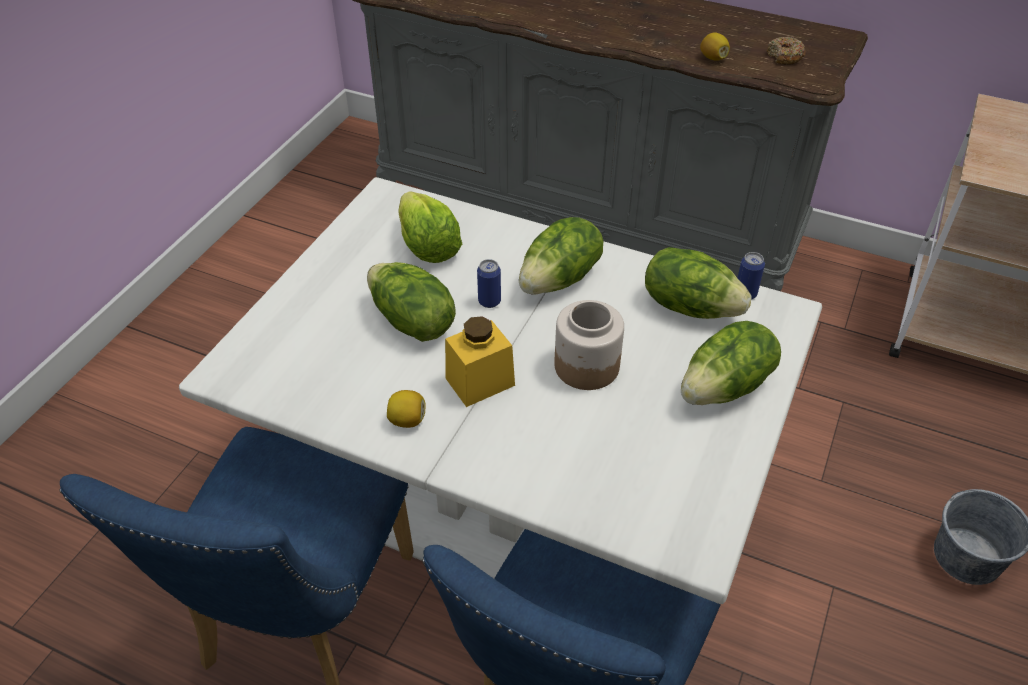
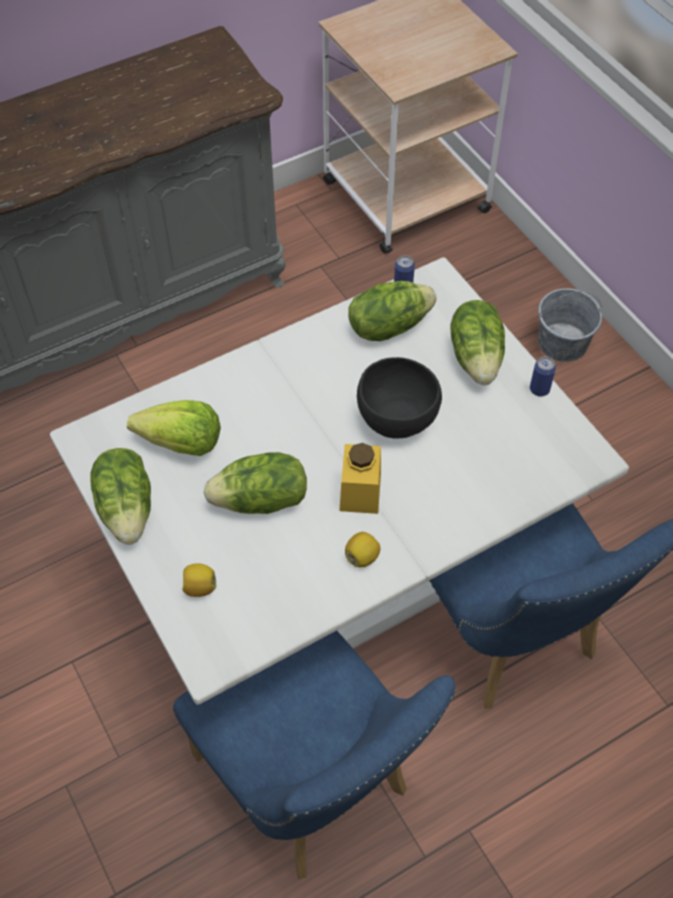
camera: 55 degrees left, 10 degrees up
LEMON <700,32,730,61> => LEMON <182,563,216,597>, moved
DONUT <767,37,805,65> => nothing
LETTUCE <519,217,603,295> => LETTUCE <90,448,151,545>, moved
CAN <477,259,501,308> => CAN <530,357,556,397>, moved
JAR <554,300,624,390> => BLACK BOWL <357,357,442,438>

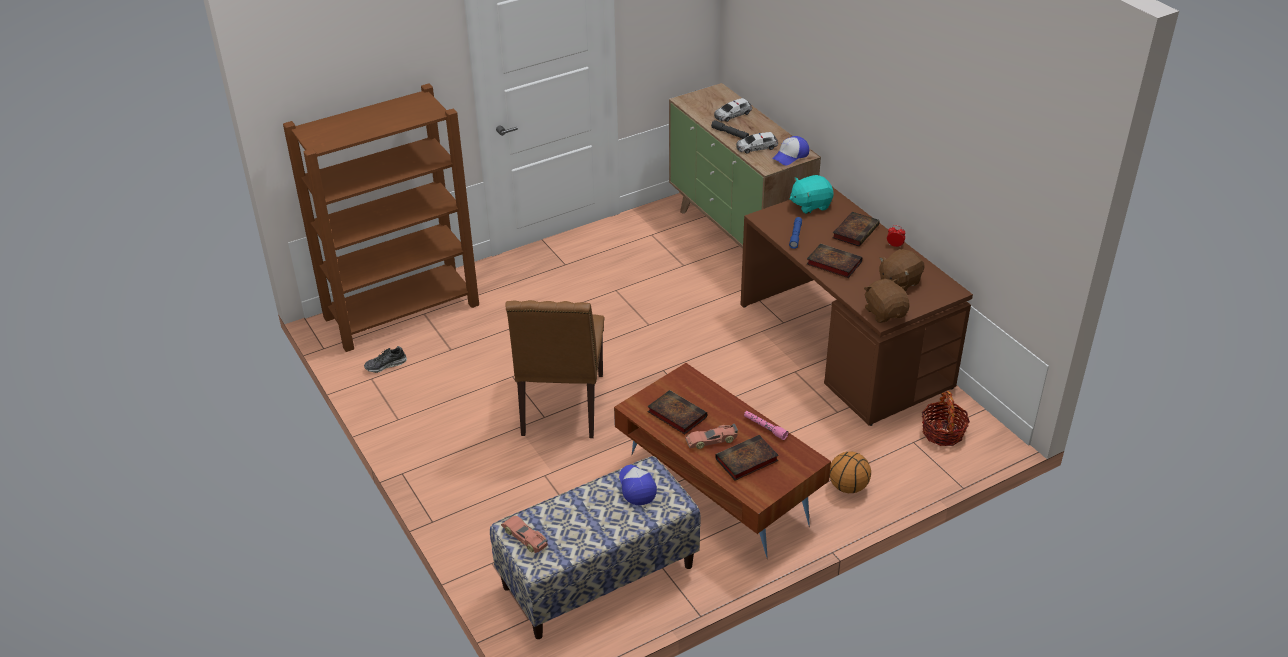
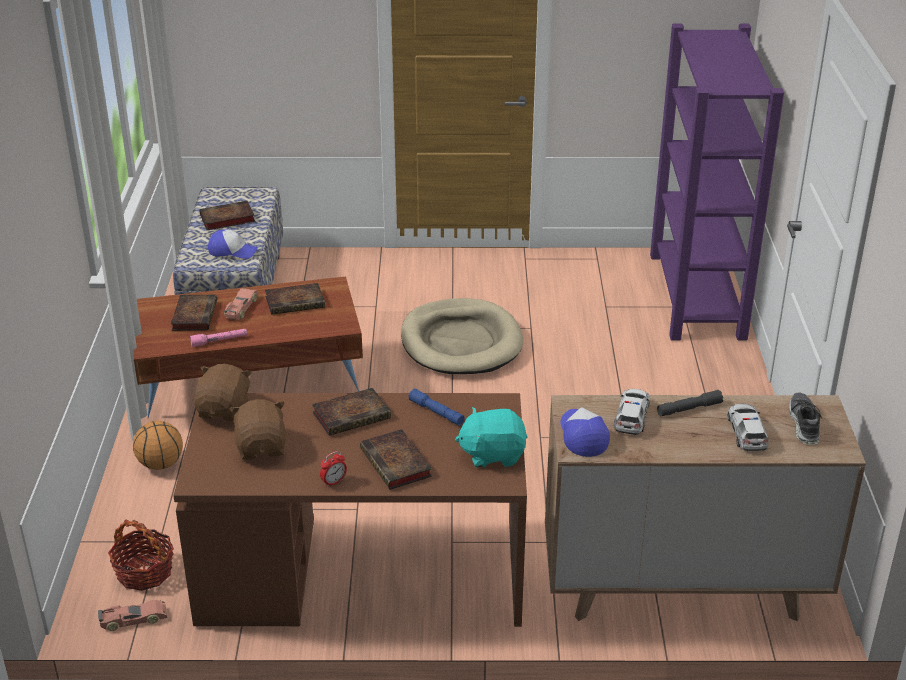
camera: 120 degrees right, 5 degrees down
BROWN BOOKCASE <283,84,479,352> => PURPLE BOOKCASE <650,24,784,340>
TURQUOISE PLUSH TOY <790,175,834,214> => TURQUOISE PLUSH TOY <455,407,528,468>, 105 degrees counterclockwise
BROWN PLUSH TOY <864,279,910,323> => BROWN PLUSH TOY <194,364,252,421>, 90 degrees counterclockwise
BROWN CHAIR <505,300,604,438> => BEIGE DOG BED <401,298,523,374>
SHOE <364,346,407,373> => SHOE <790,392,822,445>, moved
TOY CAR <501,515,548,553> => TOY CAR <98,600,167,631>, moved
nothing => BOOK <199,201,255,230>

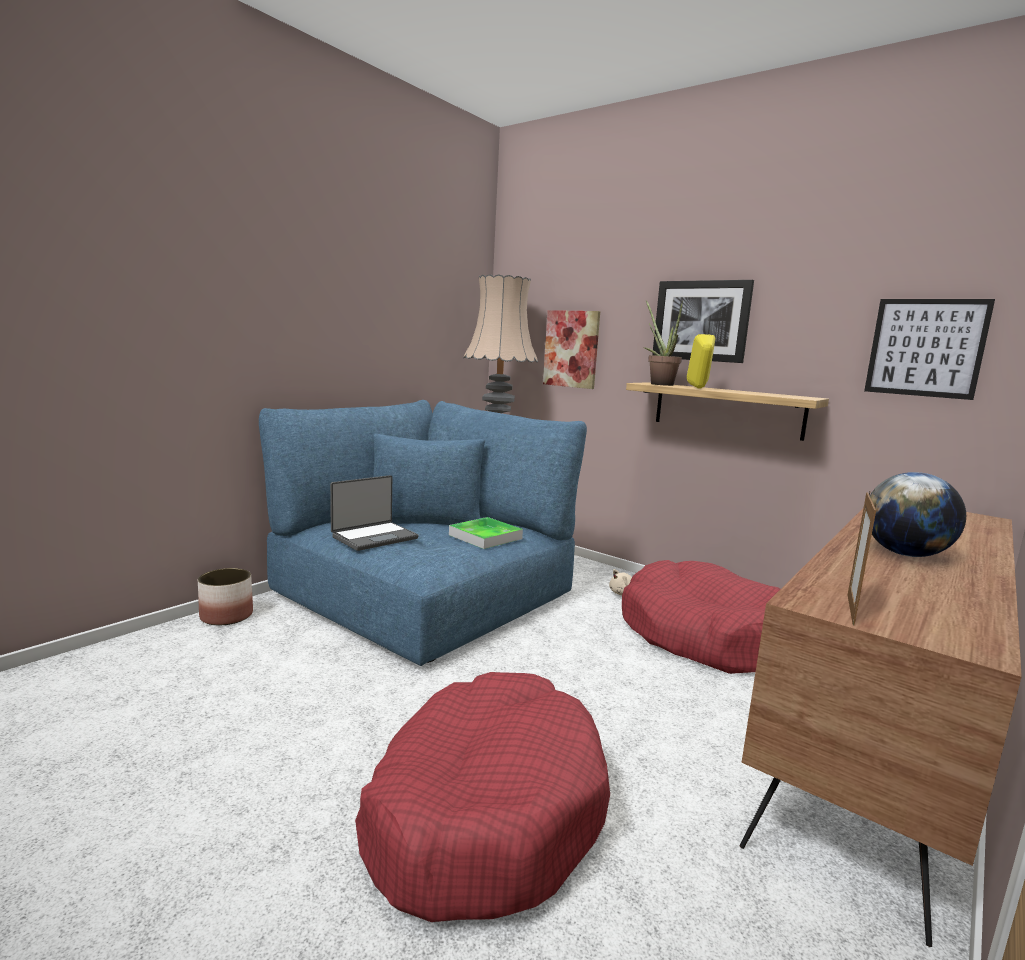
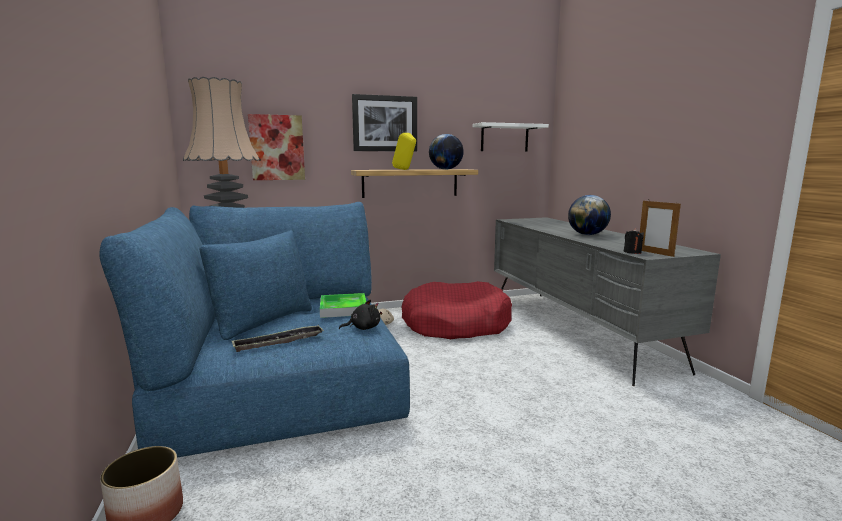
camera: 55 degrees left, 0 degrees up
PICTURE <864,299,995,400> => WHITE SHELF <473,122,549,152>
POTTED PLANT <643,300,683,386> => nothing
LAPTOP <330,475,419,551> => TRAY <232,325,324,352>
BROWN TV STAND <740,509,1022,947> => GREY TV STAND <494,217,721,386>
RED DOG BED <355,672,610,922> => nothing
nothing => GLOBE <429,134,464,170>
nothing => BLACK CANDLE <624,228,644,254>
nothing => BLACK PLUSH TOY <339,300,380,330>

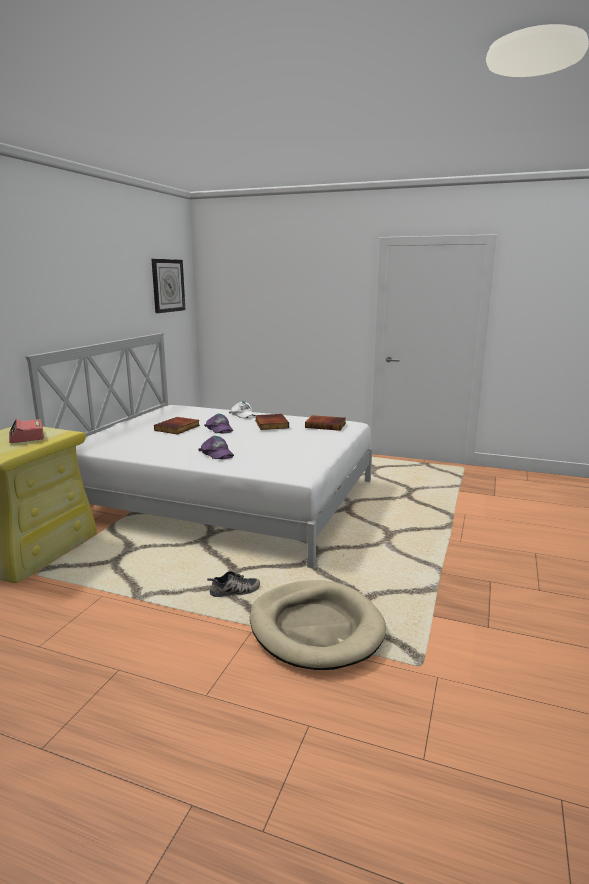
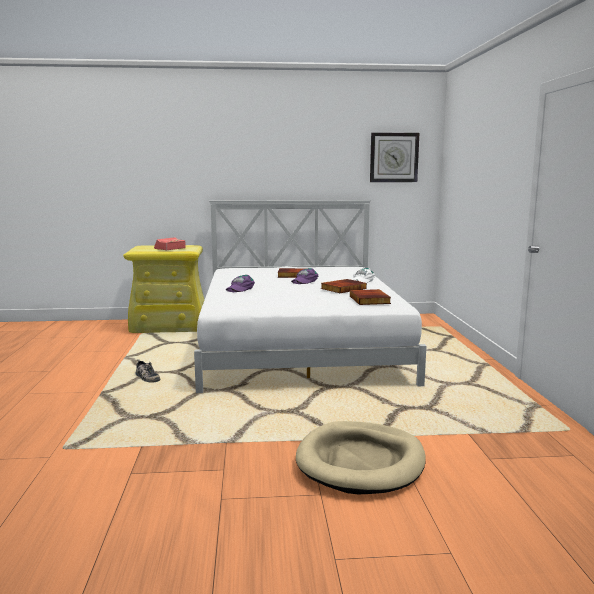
camera: 65 degrees right, 5 degrees down
BEIGE DOG BED <250,580,386,670> => BEIGE DOG BED <296,421,426,494>, moved

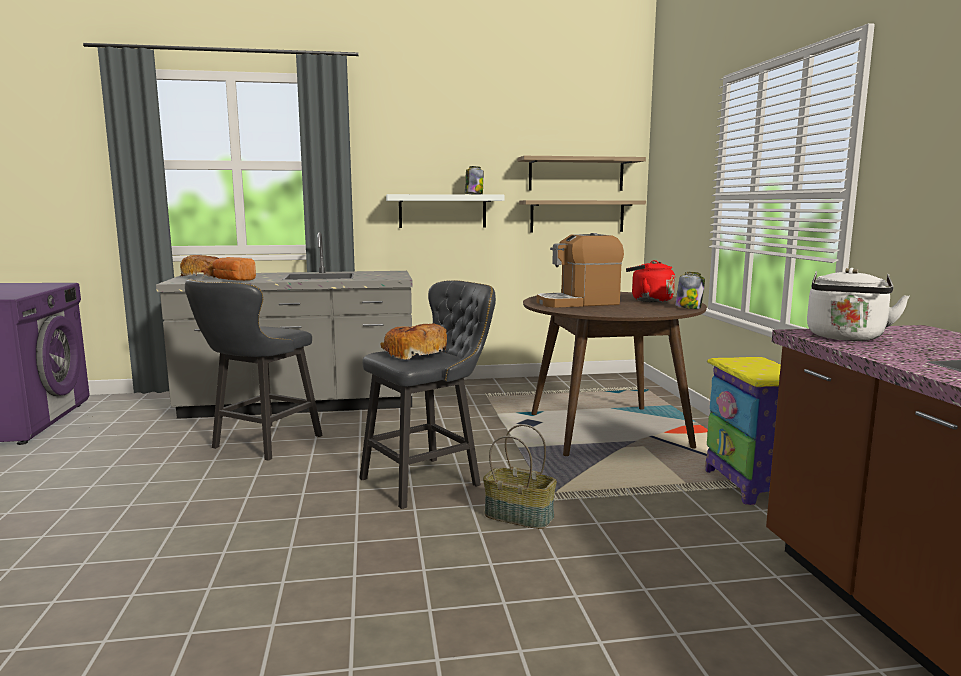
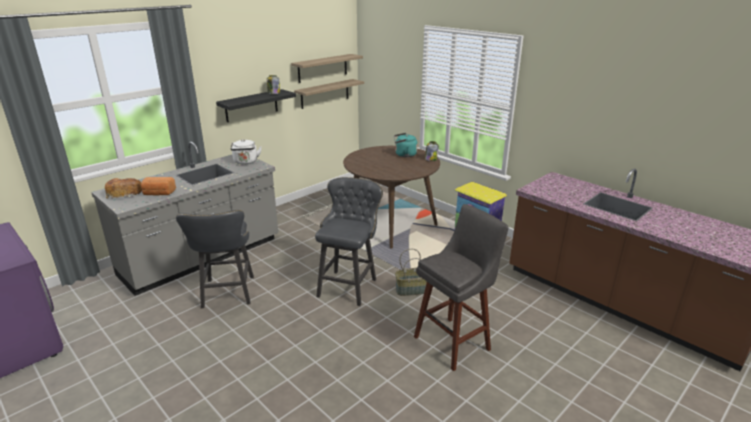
camera: 35 degrees left, 15 degrees up
WHITE SHELF <386,194,504,228> => BLACK SHELF <216,89,296,122>
COFFEE MACHINE <537,233,624,308> => nothing
RED KETTLE <626,260,675,302> => TURQUOISE KETTLE <394,133,418,157>
WHITE KETTLE <807,268,910,341> => WHITE KETTLE <230,139,262,165>, moved
BREAD <380,323,447,359> => nothing
nothing => GREY STOOL <414,204,508,371>

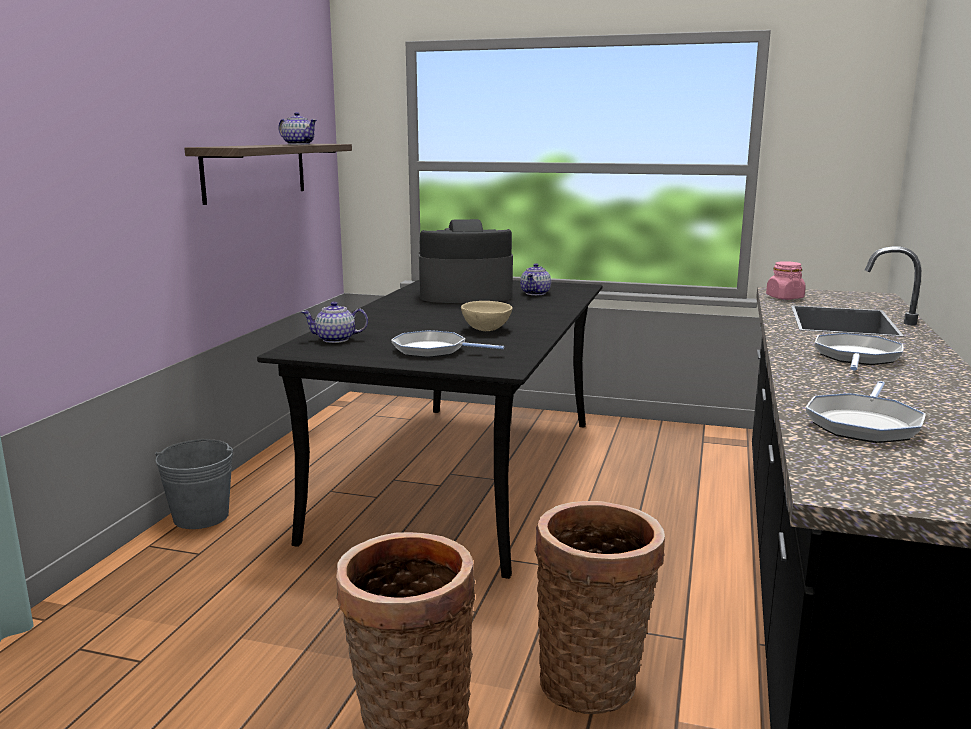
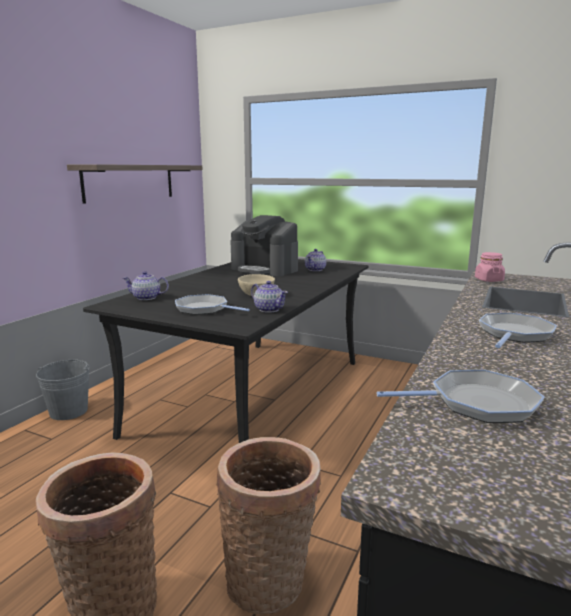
camera: 10 degrees right, 0 degrees up
TEAPOT <278,112,317,145> => TEAPOT <251,281,288,313>, moved
COFFEE MACHINE <419,219,513,303> => COFFEE MACHINE <230,215,298,276>, 150 degrees counterclockwise
FRYING PAN <806,381,926,443> => FRYING PAN <376,370,545,423>, 135 degrees counterclockwise

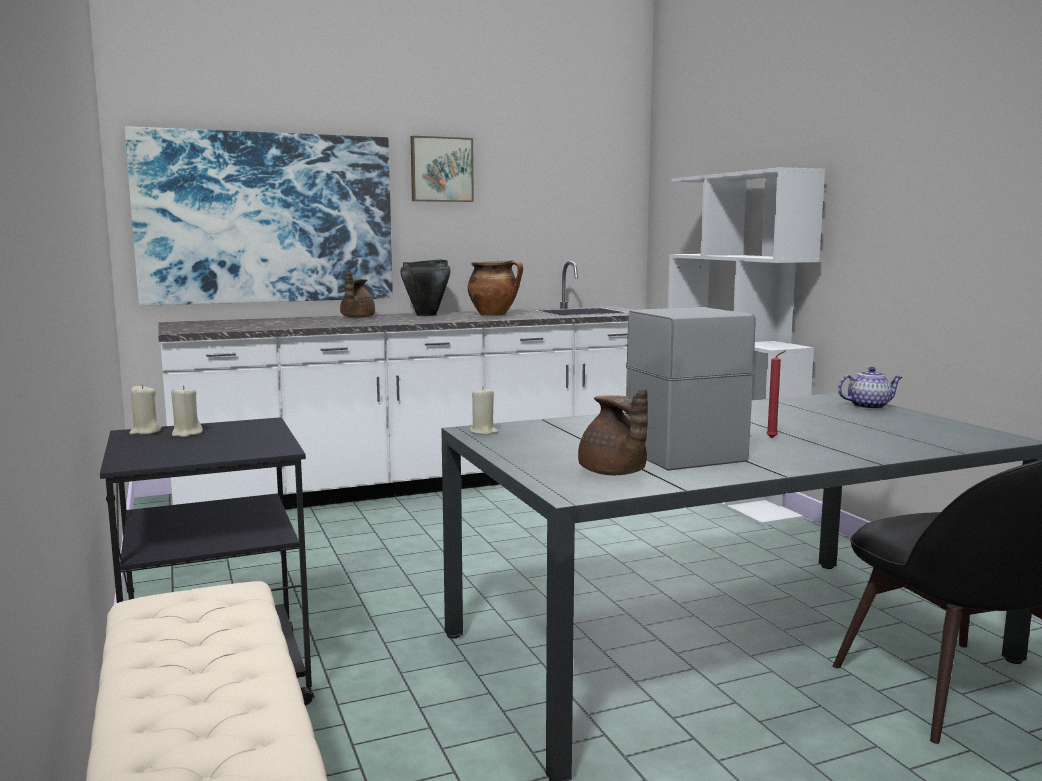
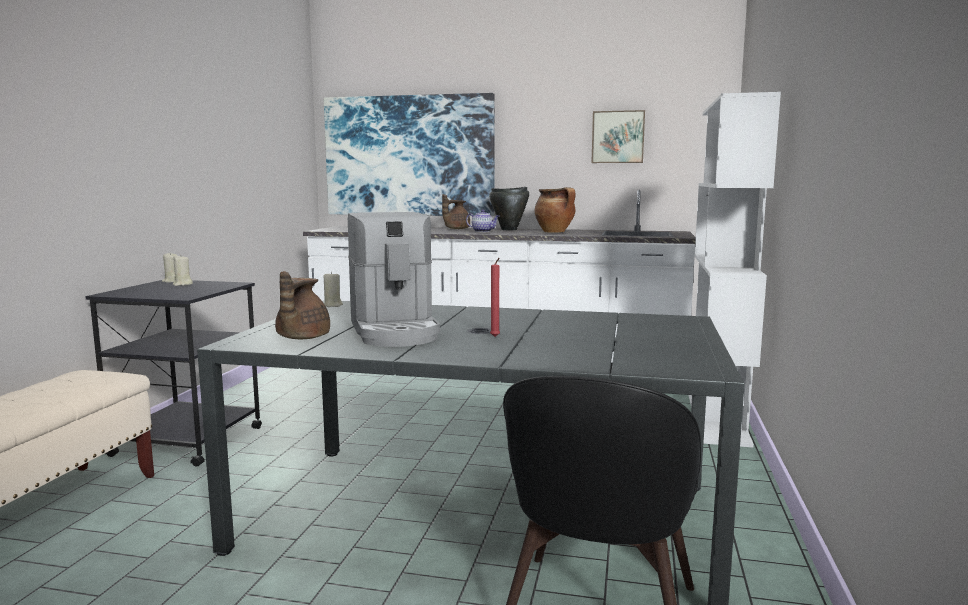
camera: 35 degrees right, 0 degrees up
PICTURE <410,136,474,202> => PICTURE <591,110,645,163>, moved
COFFEE MACHINE <626,307,756,471> => COFFEE MACHINE <348,212,440,347>, 150 degrees clockwise
TEAPOT <838,367,902,409> => TEAPOT <466,210,499,232>, moved

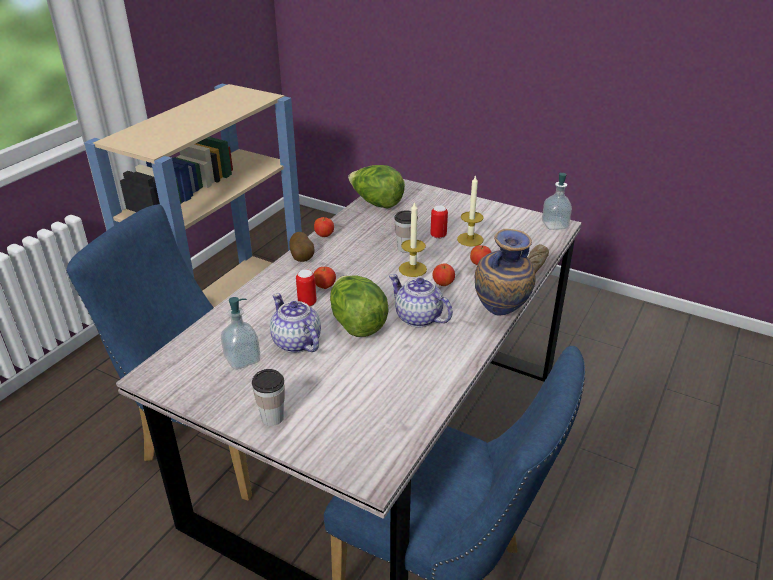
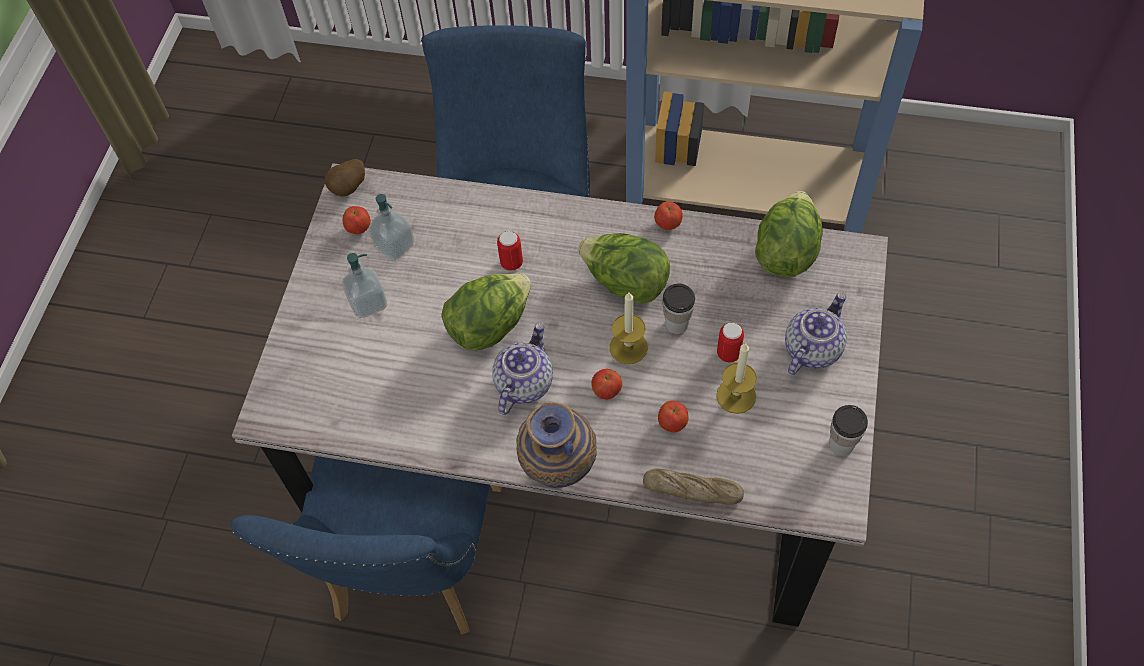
camera: 75 degrees right, 25 degrees up
SOAP DISPENSER <542,173,572,230> => SOAP DISPENSER <342,253,387,318>, moved
POTATO <290,232,315,262> => POTATO <324,159,365,196>, moved
APPLE <314,267,336,289> => APPLE <343,206,371,234>, moved
TEAPOT <270,293,321,353> => TEAPOT <785,292,847,375>, moved
CUP <252,369,285,426> => CUP <829,405,868,456>, moved
nothing => LETTUCE <578,233,670,304>

